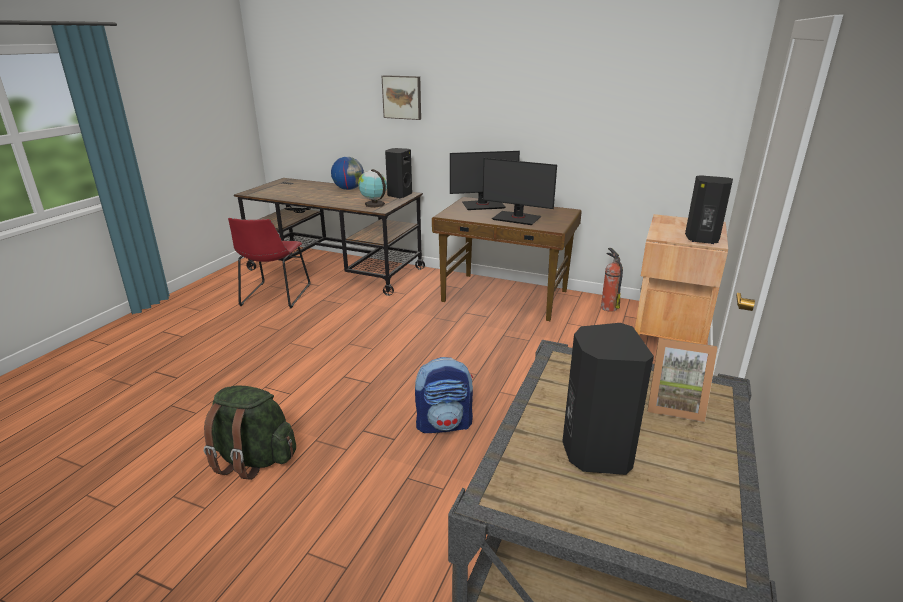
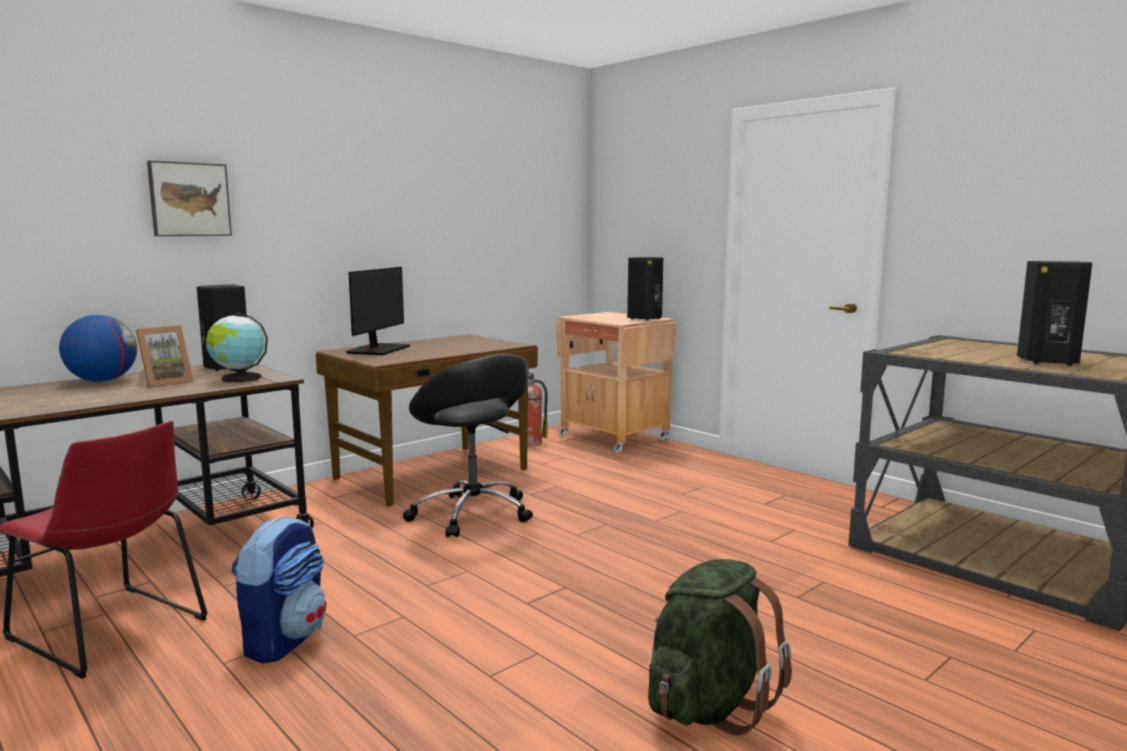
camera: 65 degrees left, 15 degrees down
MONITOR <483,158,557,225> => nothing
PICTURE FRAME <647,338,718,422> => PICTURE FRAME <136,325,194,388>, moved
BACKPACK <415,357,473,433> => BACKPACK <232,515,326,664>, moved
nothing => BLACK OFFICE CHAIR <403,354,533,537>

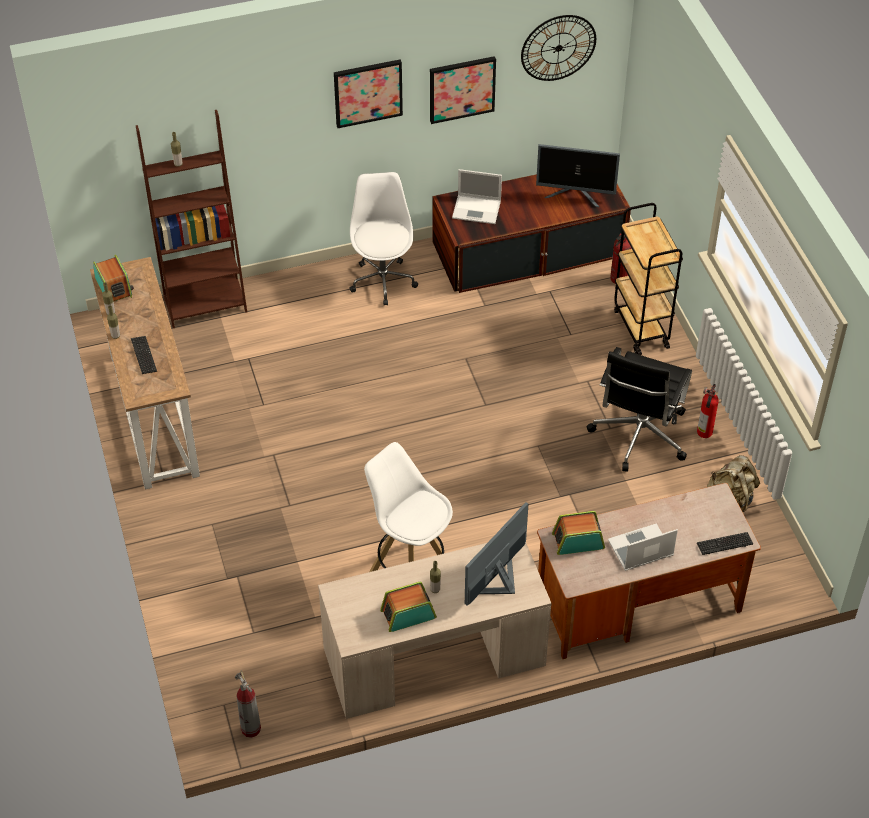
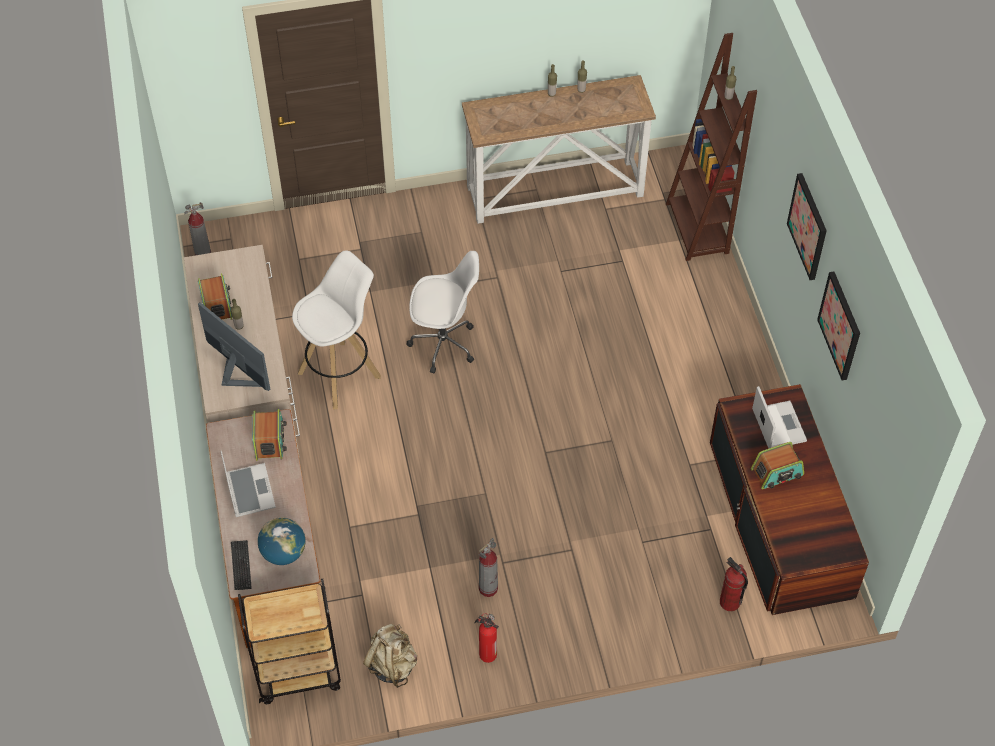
camera: 95 degrees right, 5 degrees up
WALL CLOCK <521,15,596,81> => nothing
MONITOR <536,144,620,207> => nothing
LAPTOP <452,169,502,224> => LAPTOP <752,386,807,448>, 150 degrees clockwise
WHITE OFFICE CHAIR <349,172,418,306> => WHITE OFFICE CHAIR <407,251,479,373>, moved
BROWN CART <614,203,683,355> => BROWN CART <238,579,341,704>, moved
RADIO <93,255,134,302> => RADIO <751,442,804,489>, moved
KEYBOARD <131,336,157,374> => nothing
BLACK OFFICE CHAIR <587,347,692,471> => FIRE EXTINGUISHER <479,538,498,597>
nothing => GLOBE <258,517,305,565>

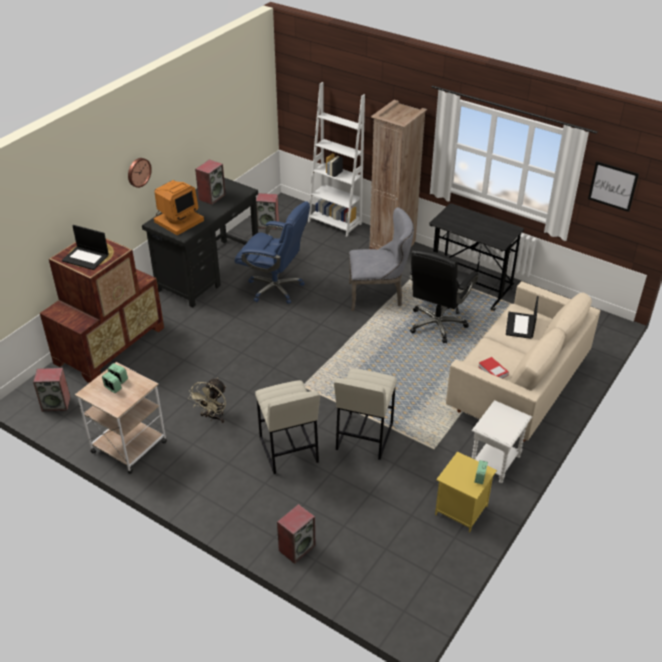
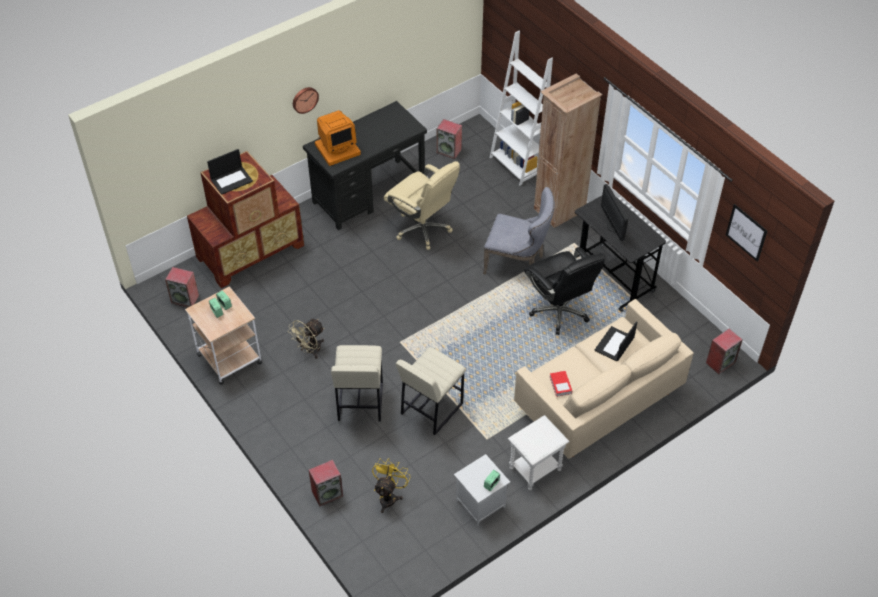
camera: 20 degrees right, 10 degrees up
SPEAKER <195,159,226,205> => SPEAKER <706,329,742,374>, moved
BLUE OFFICE CHAIR <235,201,310,304> => BEIGE OFFICE CHAIR <384,161,460,250>
LAPTOP <62,225,109,270> => LAPTOP <207,149,253,195>, 75 degrees counterclockwise
BLACK OFFICE CHAIR <410,249,479,343> => BLACK OFFICE CHAIR <524,247,605,335>, 75 degrees counterclockwise
YELLOW NIGHTSTAND <435,452,497,532> => GREY NIGHTSTAND <454,454,510,526>
nothing => MONITOR <601,184,628,241>
nothing => YELLOW FAN <372,458,411,513>

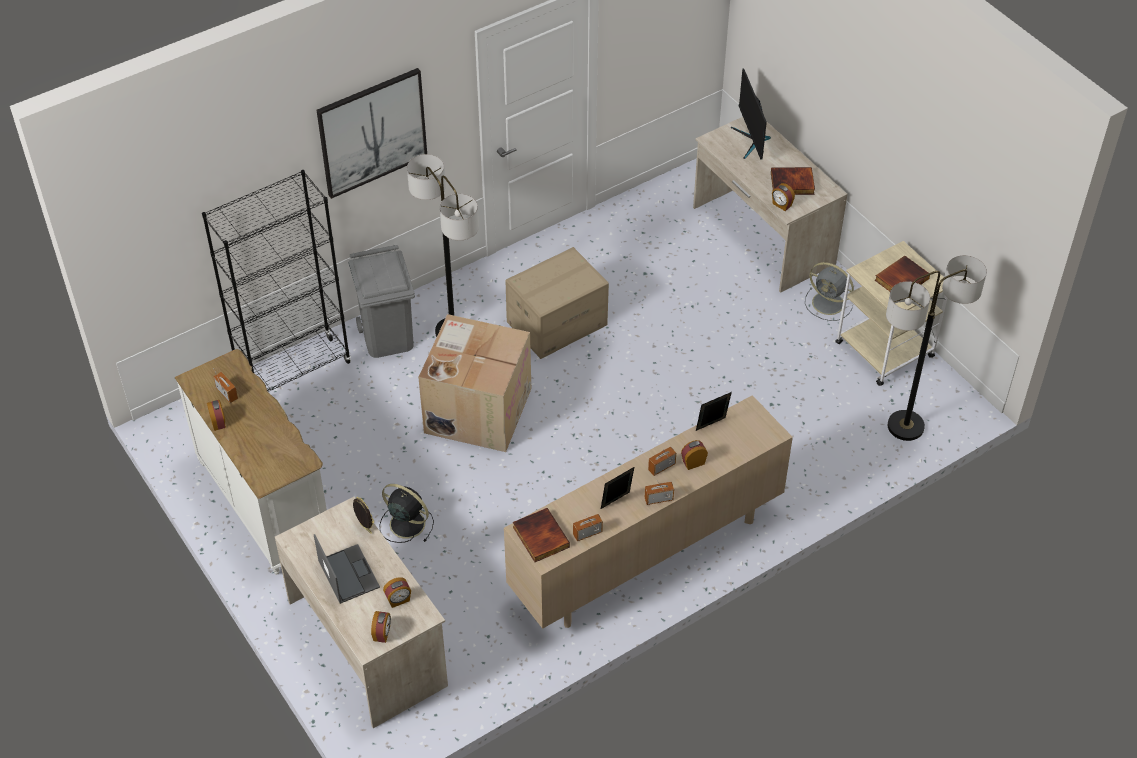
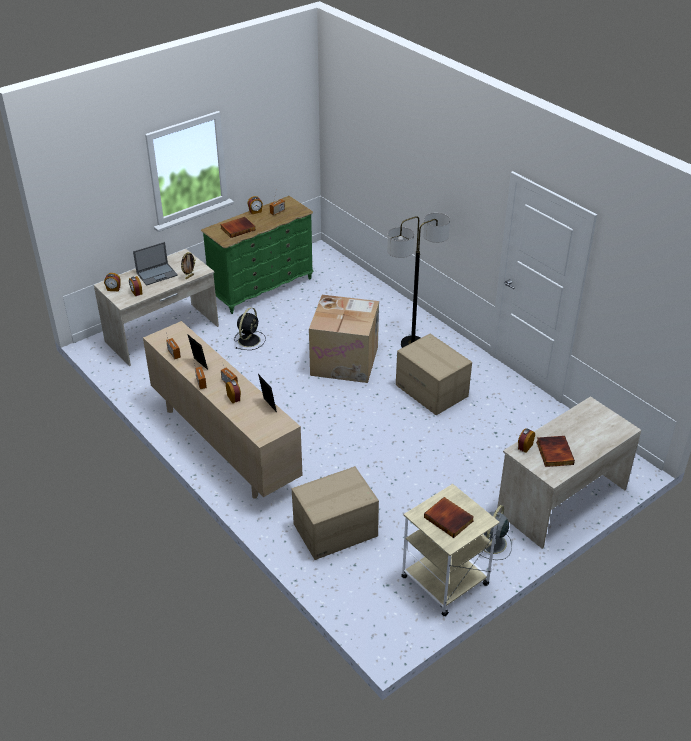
camera: 85 degrees right, 10 degrees down
PICTURE <317,68,427,199> => nothing
MONITOR <731,69,771,160> => nothing
BLACK BOOKCASE <202,170,351,392> => nothing
GREY TRASH CAN <348,245,415,358> => nothing
FLOOR LAMP <886,255,987,441> => nothing
WHITE DRESSER <175,349,327,575> => GREEN DRESSER <201,196,313,314>
BOOK <513,508,570,562> => BOOK <220,217,255,238>, moved
nothing => CARDBOARD BOX <292,466,379,560>

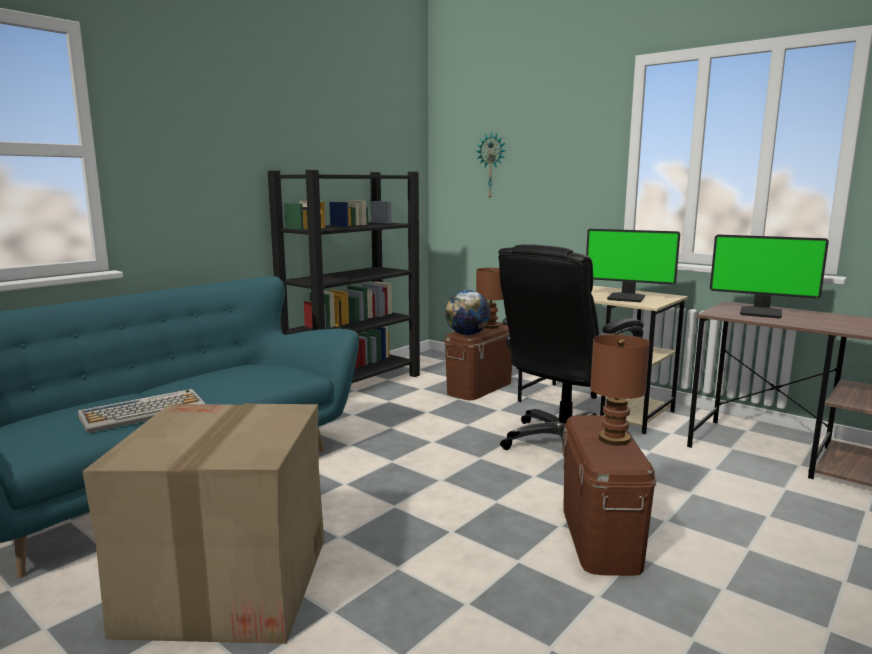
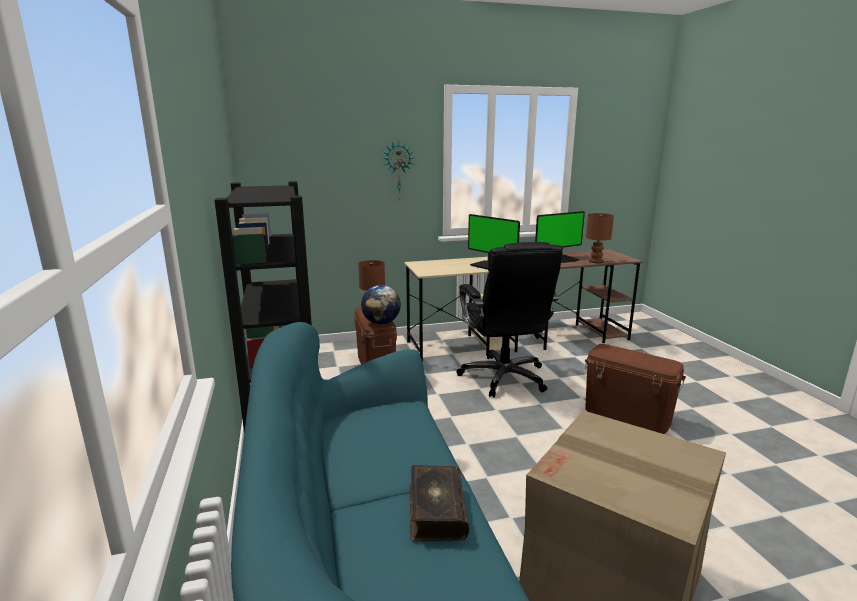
camera: 55 degrees left, 5 degrees up
WALL CLOCK <476,132,506,198> => WALL CLOCK <383,141,414,201>, moved
MONITOR <586,229,680,302> => MONITOR <468,214,520,270>, 75 degrees clockwise
BROWN TABLE LAMP <590,334,650,446> => BROWN TABLE LAMP <586,213,614,263>, moved
KEYBOARD <78,389,205,433> => BOOK <410,465,469,541>

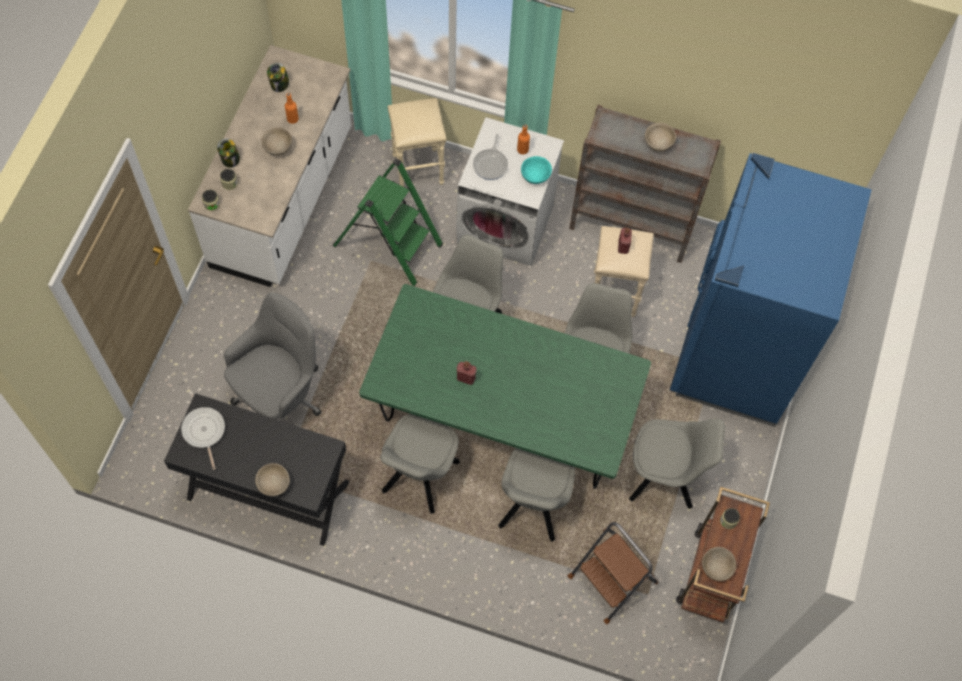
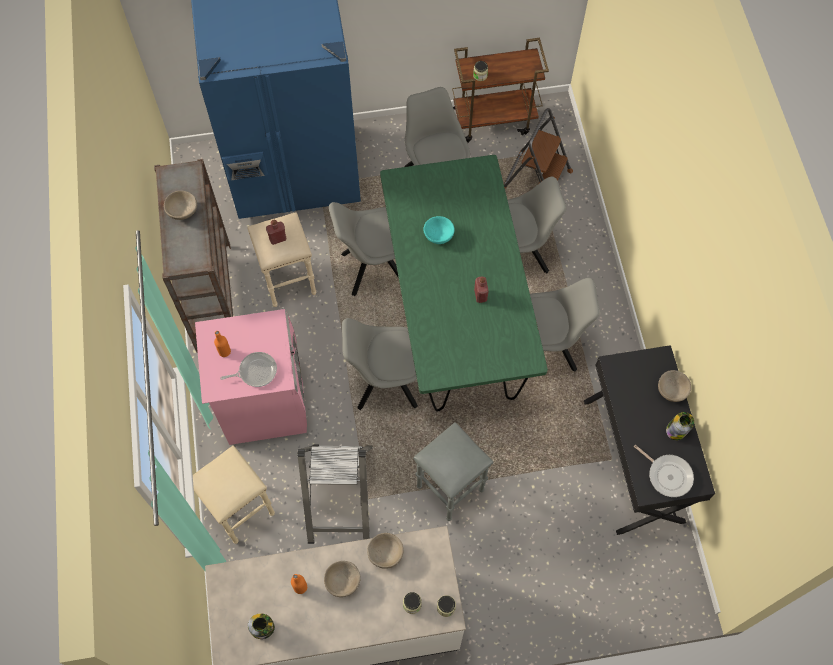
camera: 115 degrees left, 0 degrees up
WHITE WASHING MACHINE <456,117,564,266> => PINK WASHING MACHINE <195,309,307,445>
JAR <217,138,240,168> => JAR <666,412,694,441>, moved
TURQUOISE BOWL <521,156,552,184> => TURQUOISE BOWL <423,216,455,244>, moved
GREEN STEP LADDER <332,158,443,286> => GREY STEP LADDER <297,445,373,544>
GREY OFFICE CHAIR <224,292,321,420> => nothing
FRYING PAN <181,407,225,470> => FRYING PAN <634,445,694,497>, 90 degrees counterclockwise
BEIGE BOWL <702,547,736,581> => BEIGE BOWL <367,533,404,569>, moved
nothing => GREY STOOL <413,422,493,521>

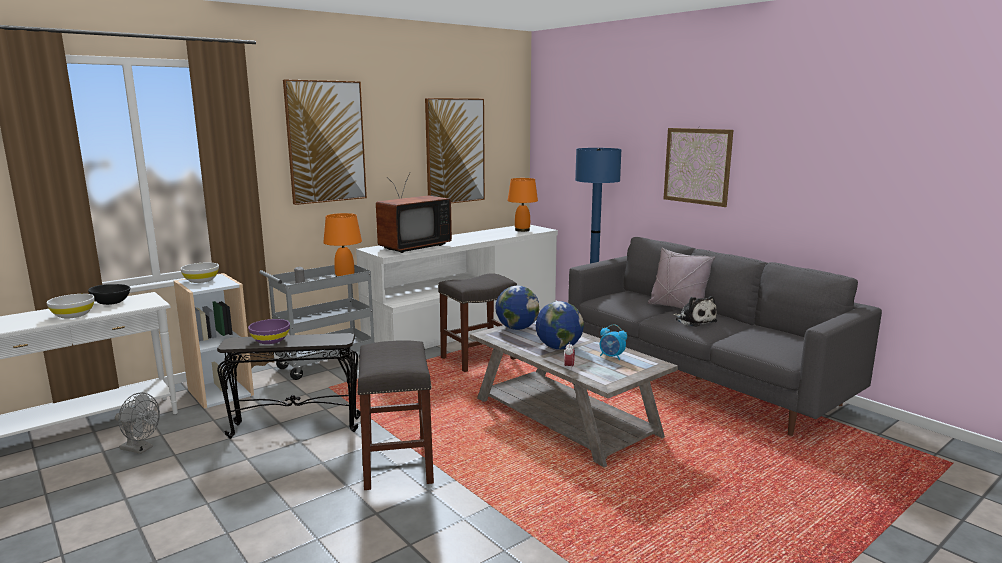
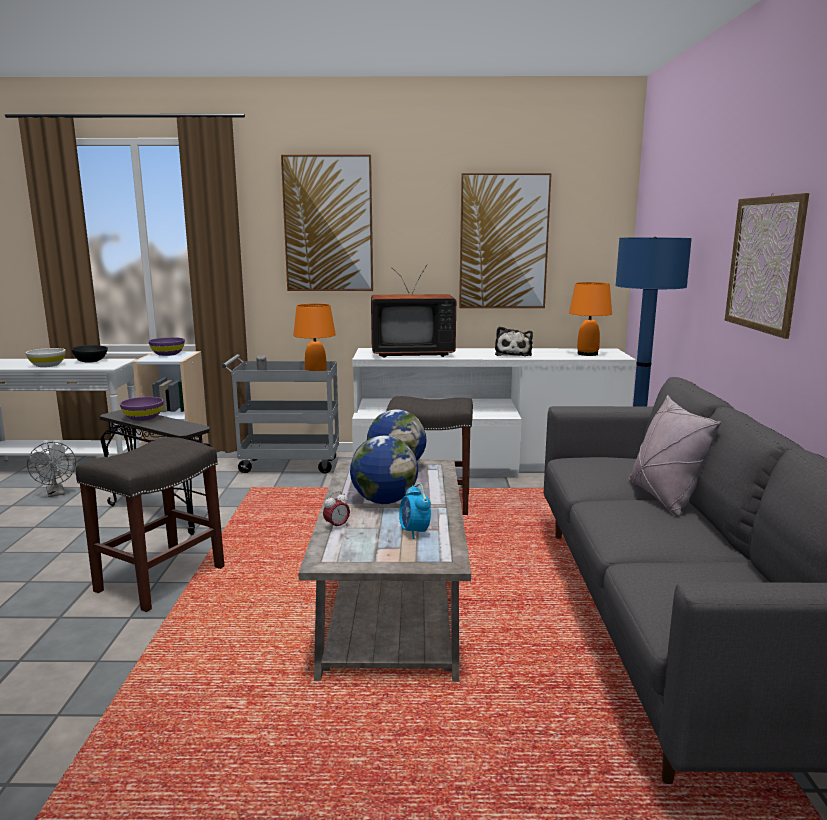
camera: 40 degrees right, 0 degrees up
WHITE BOWL <180,262,219,283> => PURPLE BOWL <148,337,185,356>
PLUSH TOY <673,296,718,327> => PLUSH TOY <495,326,533,356>, moved

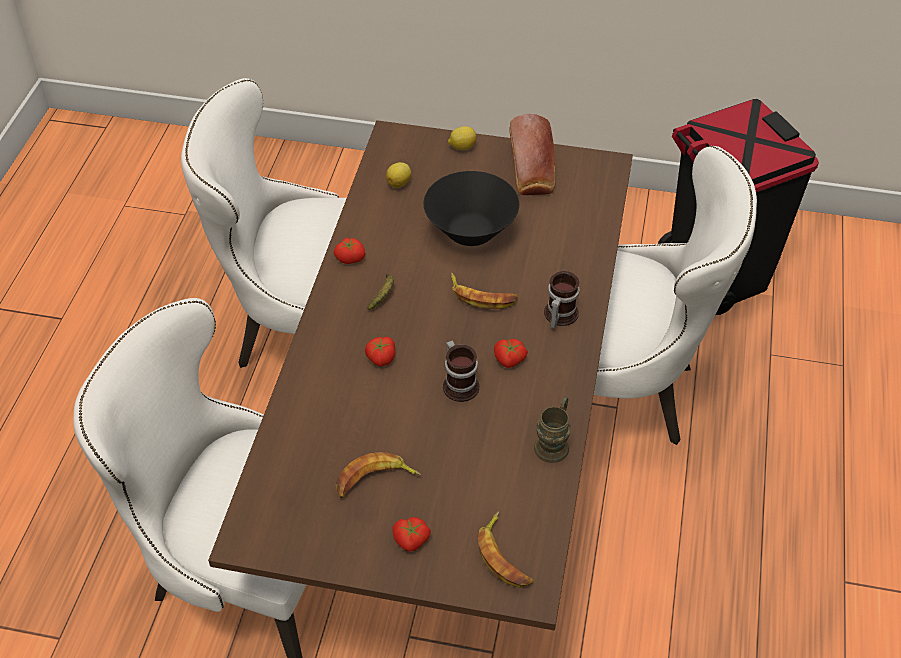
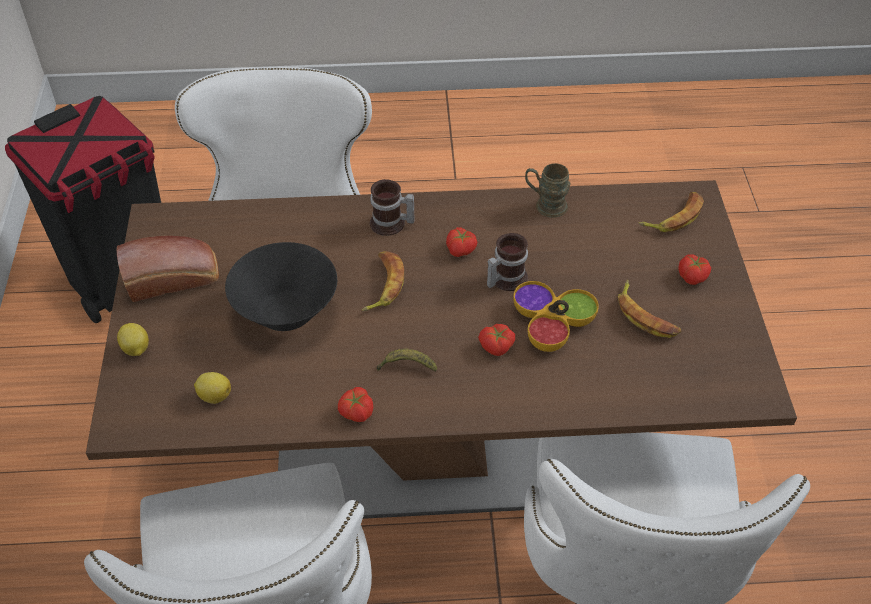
camera: 105 degrees left, 0 degrees up
nothing => BOWL <513,281,599,352>

